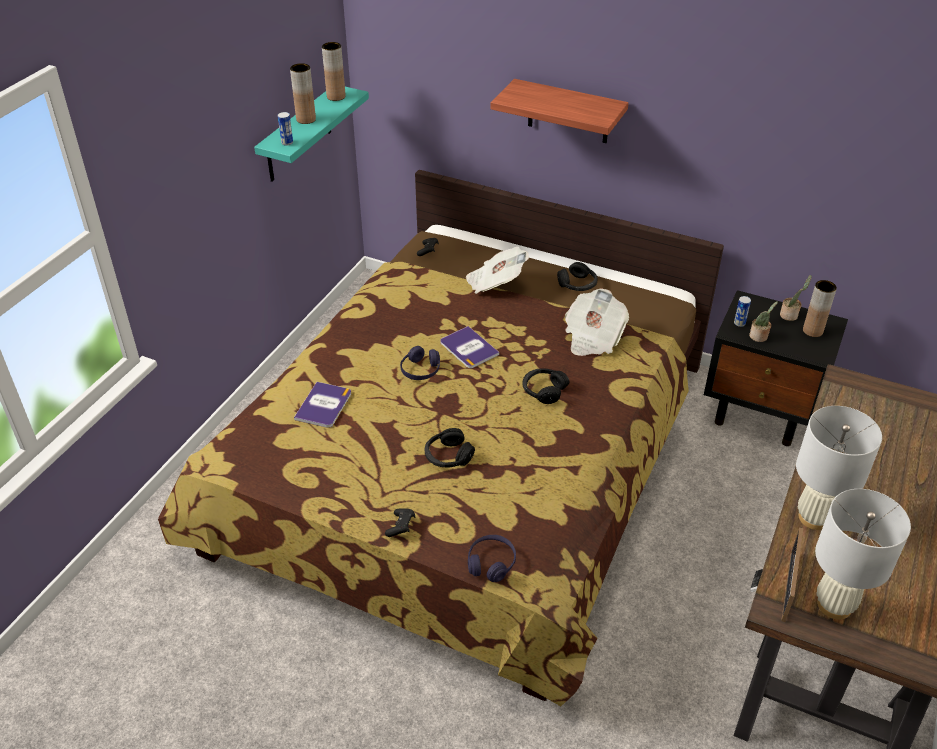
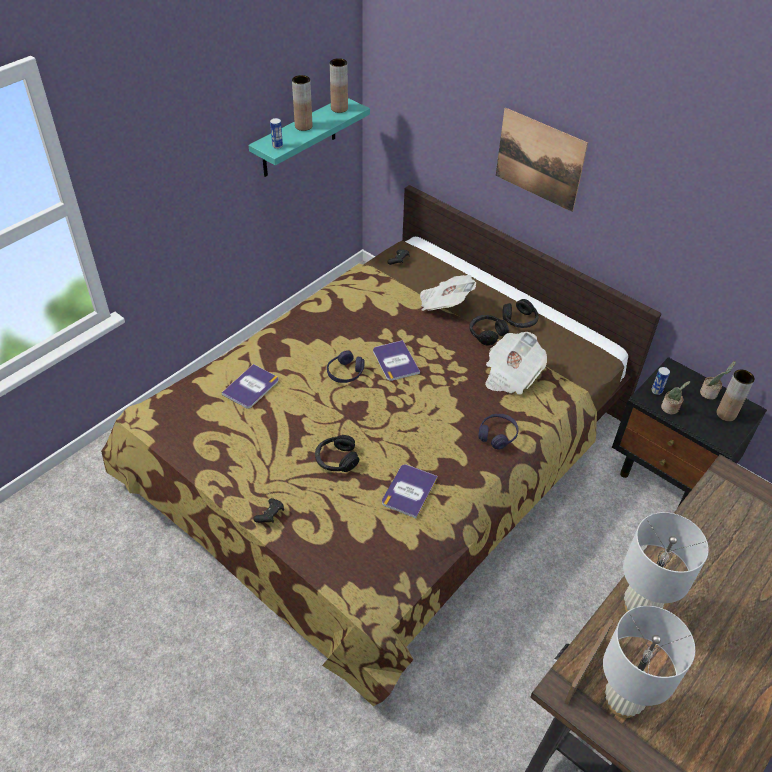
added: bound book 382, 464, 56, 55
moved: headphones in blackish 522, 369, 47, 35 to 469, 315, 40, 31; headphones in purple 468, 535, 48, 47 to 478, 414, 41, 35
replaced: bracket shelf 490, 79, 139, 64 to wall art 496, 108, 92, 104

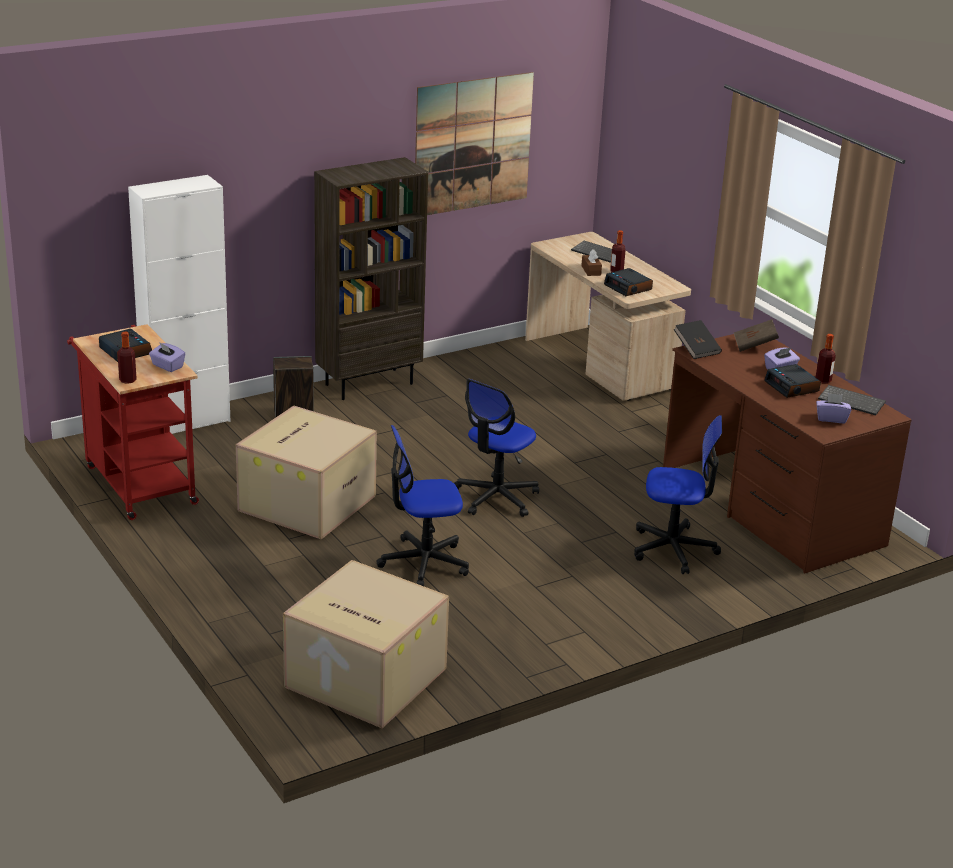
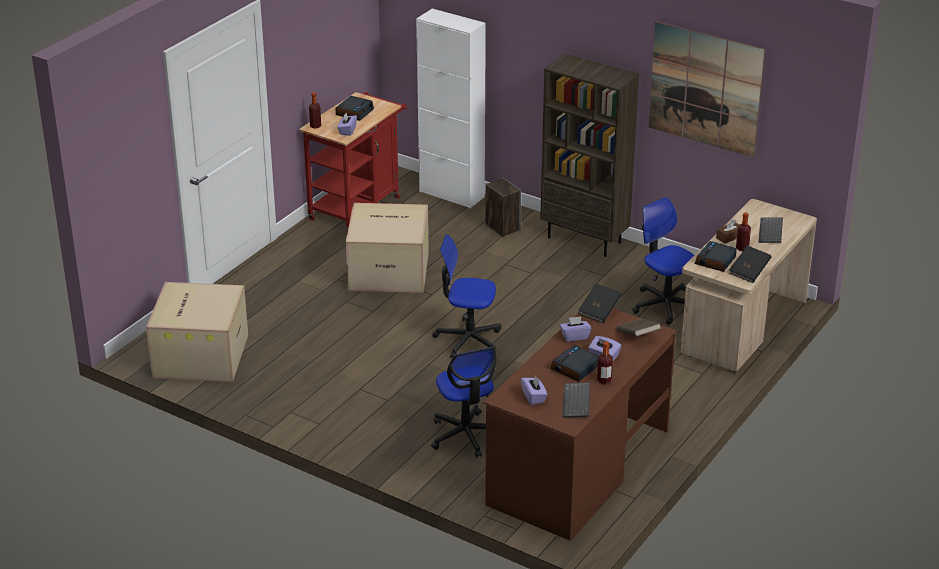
added: tissue box in purple 560, 316, 31, 26; bound book in blackish 729, 245, 43, 38
moved: office chair 376, 425, 93, 161 to 632, 197, 62, 128

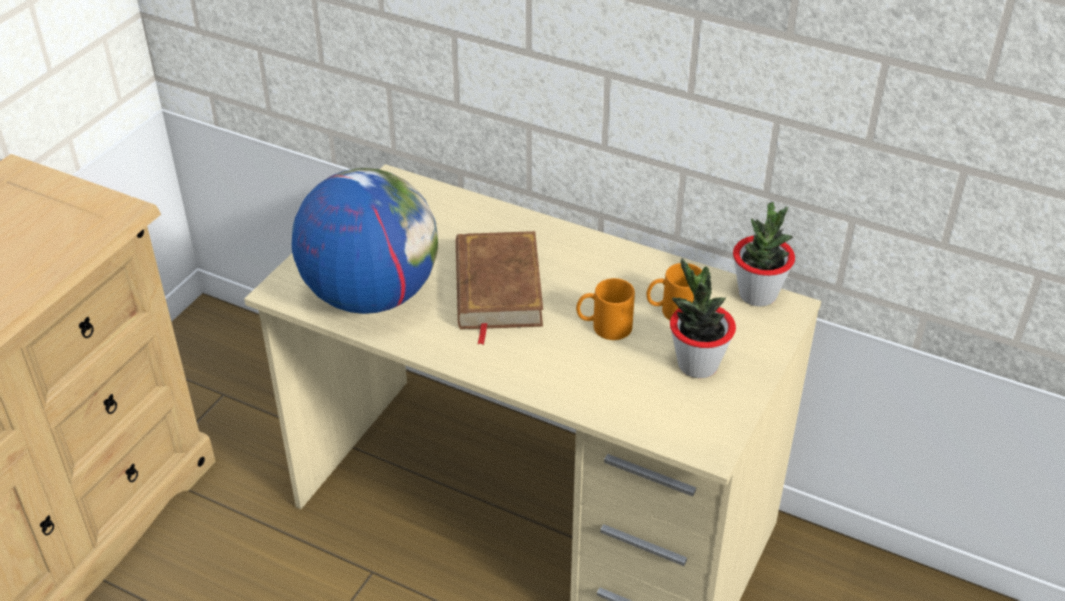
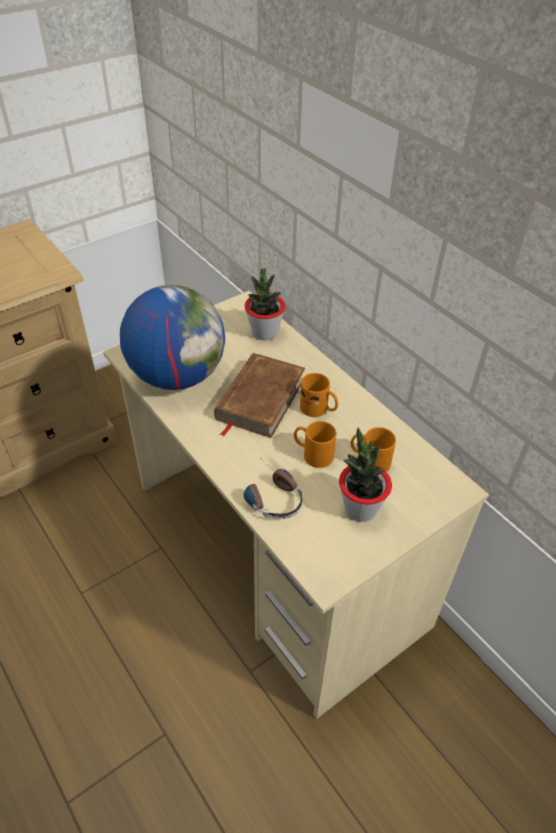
added: headphones 243, 460, 60, 59; coffee mug in orange-coloured 300, 373, 38, 44
moved: potted plant 733, 202, 62, 105 to 245, 269, 40, 71

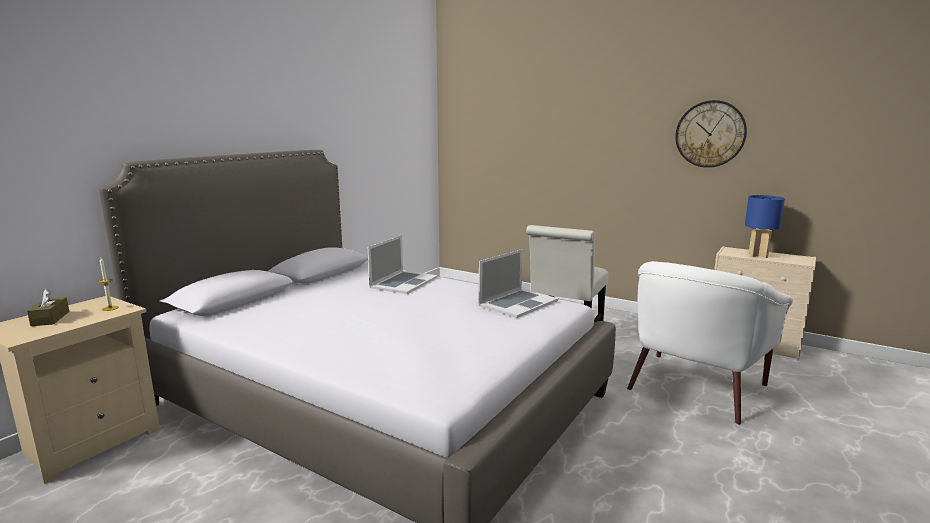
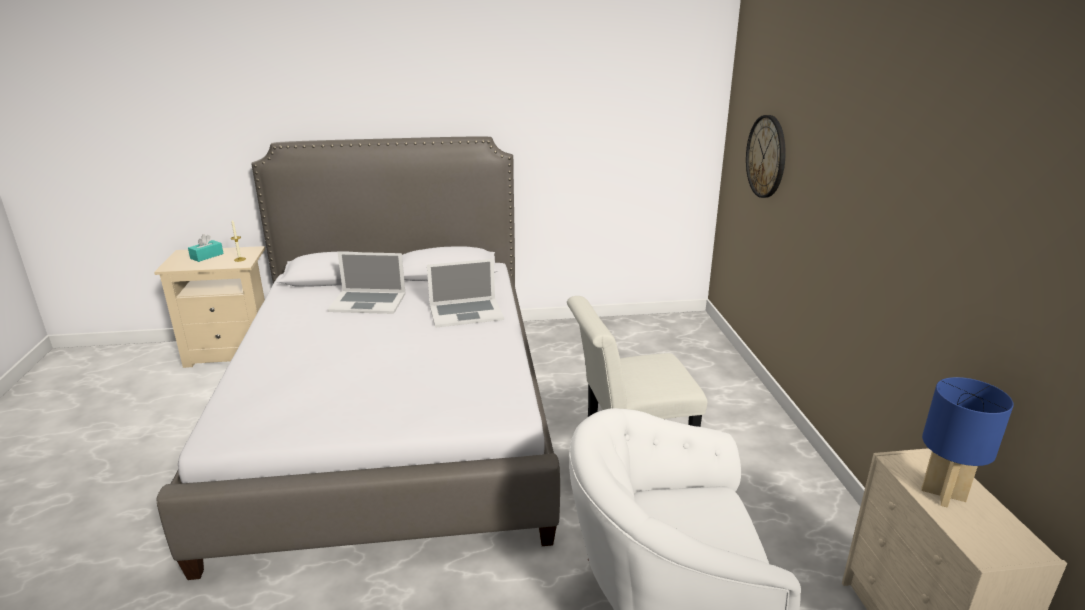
moved: portable computer 479, 249, 79, 69 to 327, 252, 79, 62; hanging clock 675, 100, 72, 68 to 746, 115, 40, 83
recoloured: tissue box in brown-coloured 27, 288, 42, 38 to tissue box in blue-green 188, 234, 36, 28

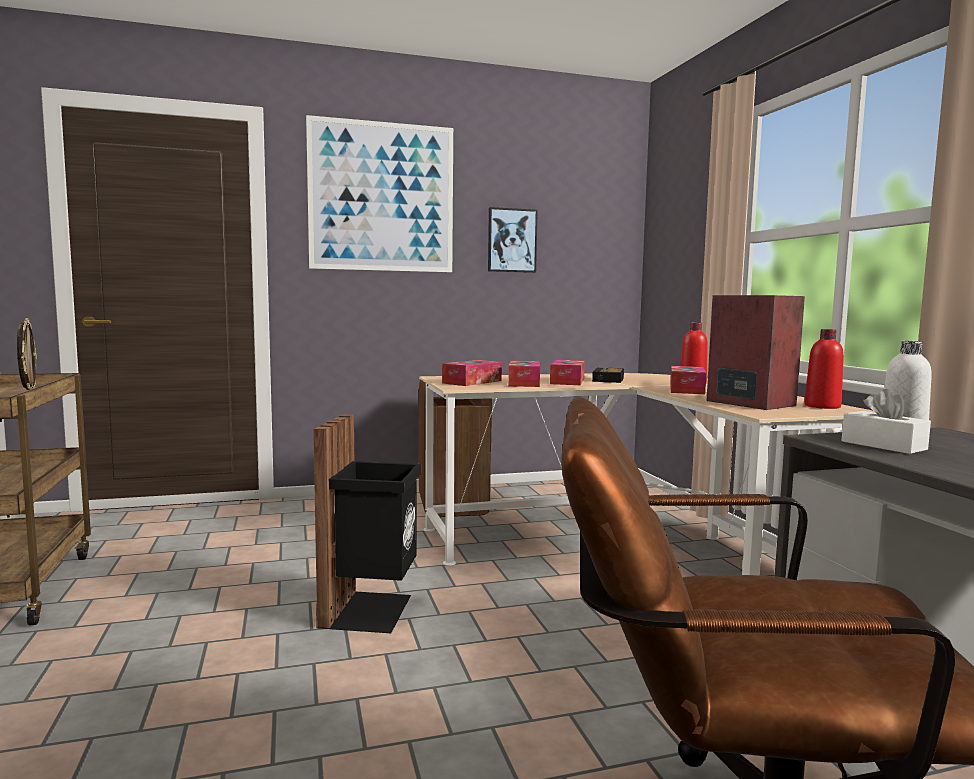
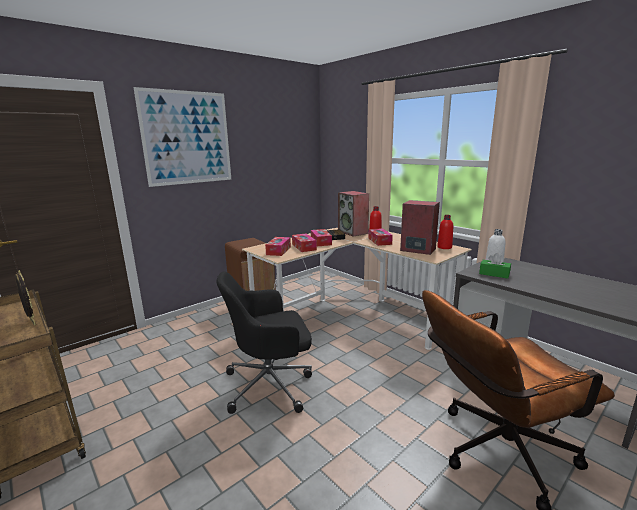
removed: wall art 488, 207, 50, 66
added: loudspeaker 338, 191, 31, 46
replaced: waste bin in blackish 313, 414, 108, 219 to office chair in blackish 216, 271, 96, 143
recoloured: tissue box in white 841, 389, 90, 65 to tissue box in green 479, 253, 32, 26

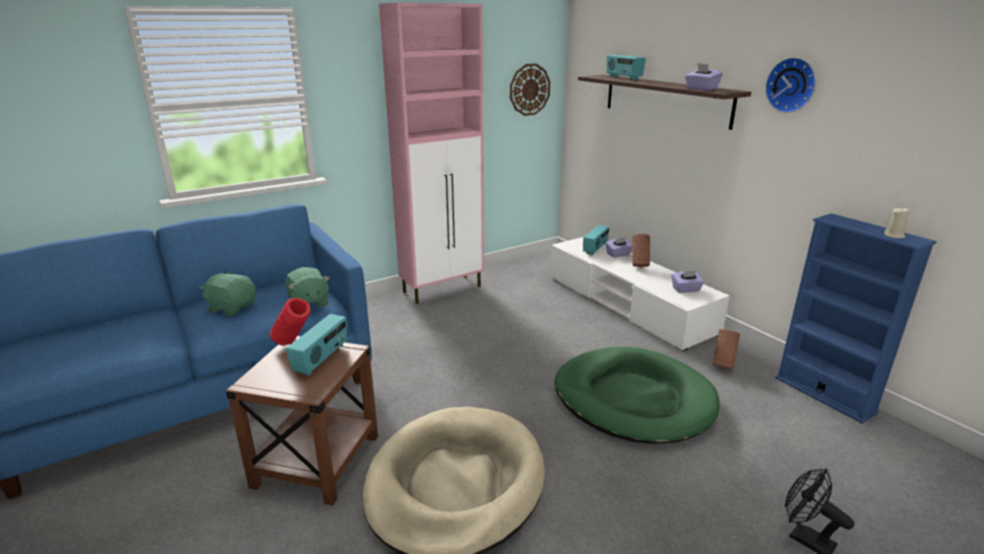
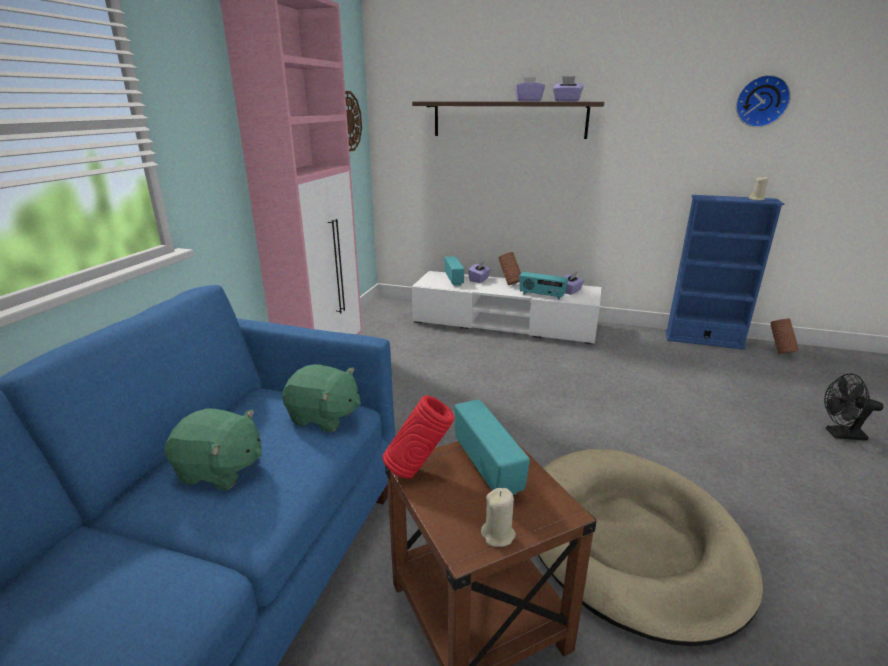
removed: pet bed in green 554, 347, 166, 97
added: candle in beige 481, 488, 35, 59; tissue box in purple 515, 77, 30, 24
moved: radio set 607, 55, 39, 25 to 519, 272, 49, 28; hanging clock 765, 57, 51, 56 to 736, 75, 55, 52; decorative vase in brown-coloured 713, 329, 27, 40 to 770, 318, 29, 36
turned: cuddly toy in green 200, 271, 56, 45 = 164, 408, 98, 82 150 degrees counterclockwise

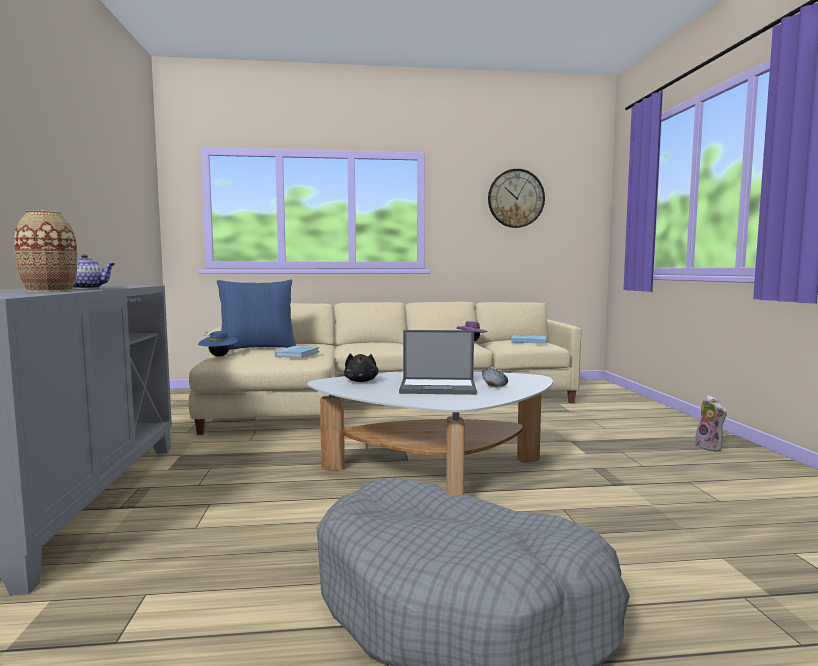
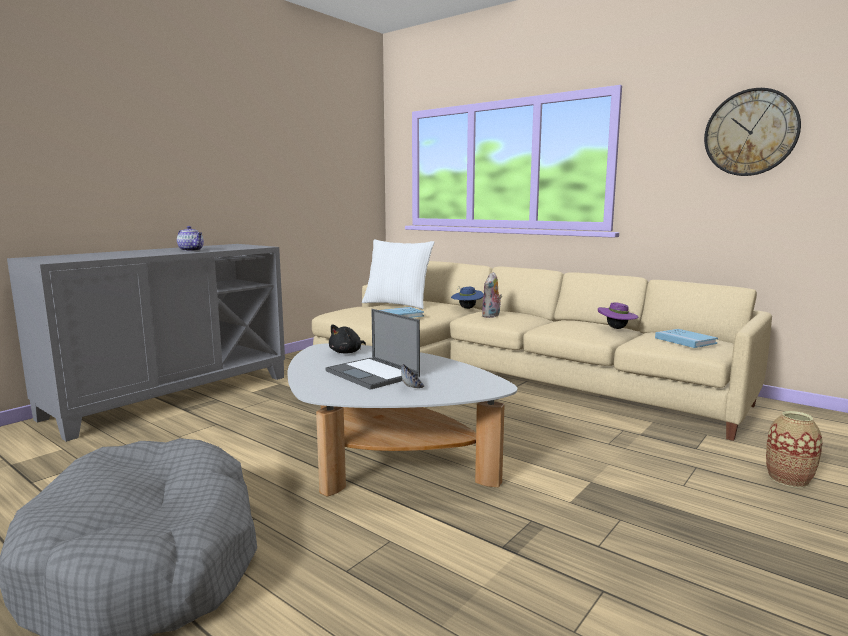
moved: clothing hat in blue-coloured 198, 331, 40, 26 to 451, 286, 33, 23; cuddly toy 695, 395, 32, 57 to 482, 272, 20, 46; decorative vase 14, 210, 64, 82 to 766, 411, 56, 77
recoloured: pillow in blue-coloured 217, 280, 79, 70 to pillow in white 362, 239, 72, 70

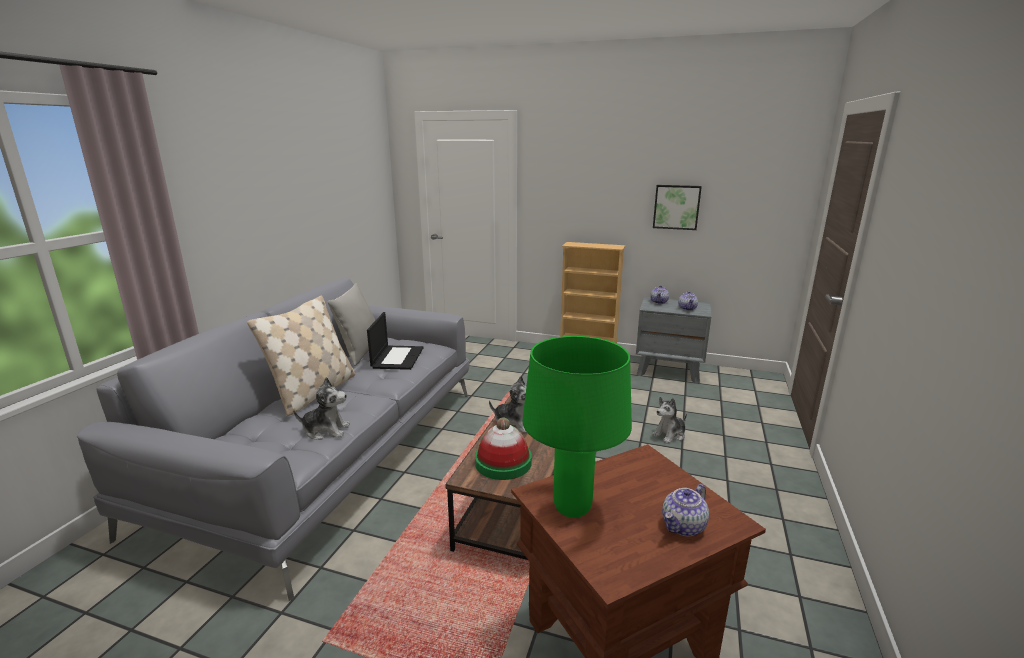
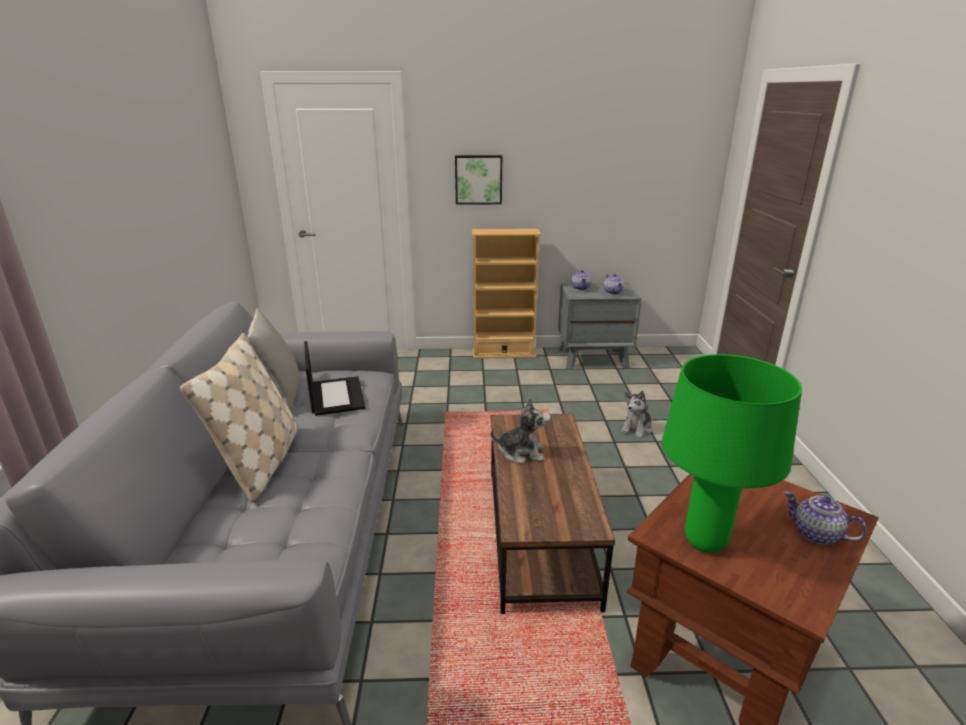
removed: cuddly toy 293, 377, 57, 63; clothing hat 475, 417, 57, 63
moved: wall art 653, 185, 49, 45 to 455, 155, 47, 50
turned: tea pot 662, 484, 47, 52 = 784, 491, 83, 54 105 degrees clockwise

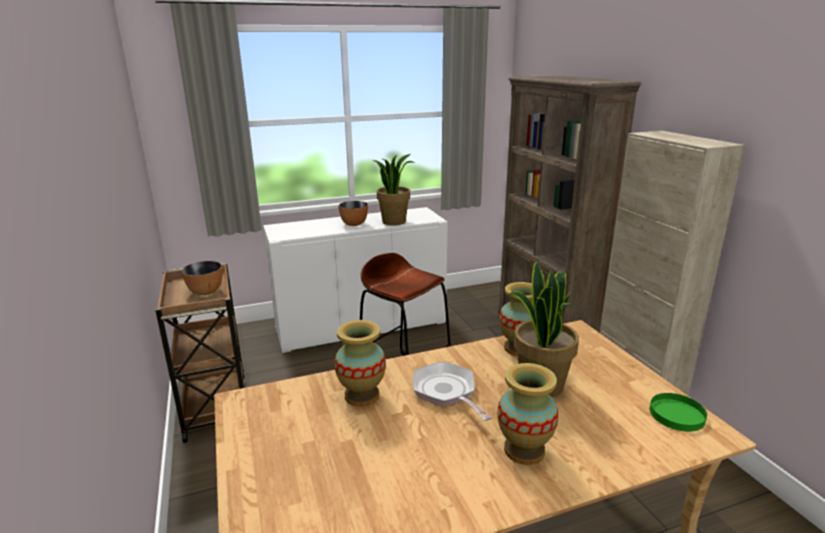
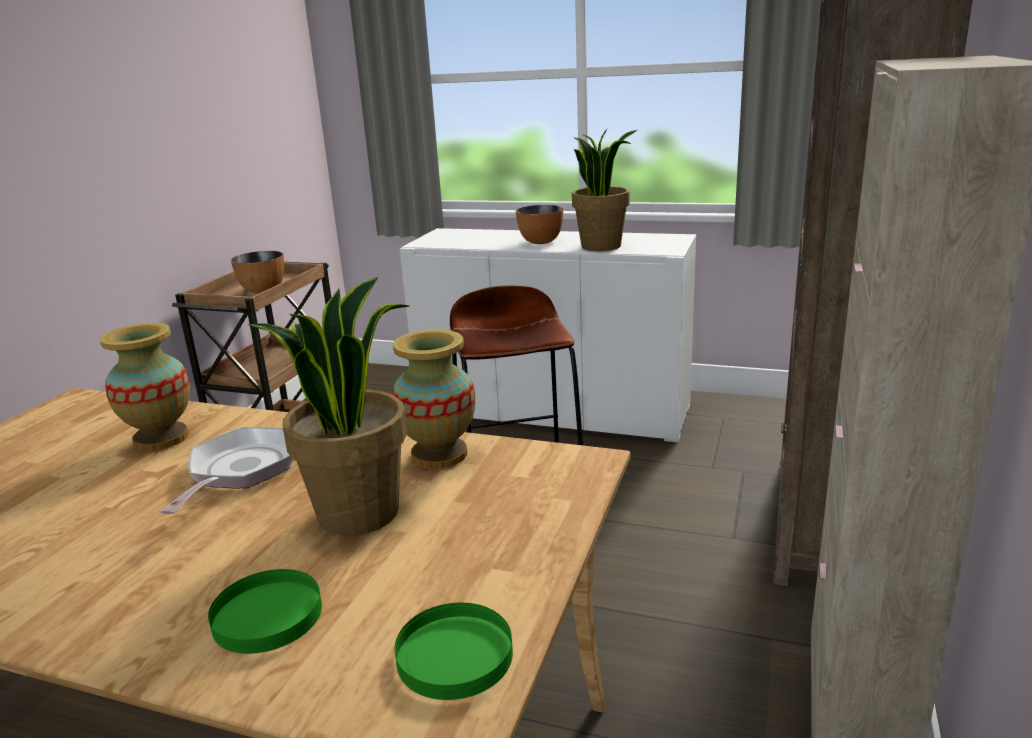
removed: decorative vase 497, 363, 61, 102
added: dinner plate in green 208, 569, 114, 85

